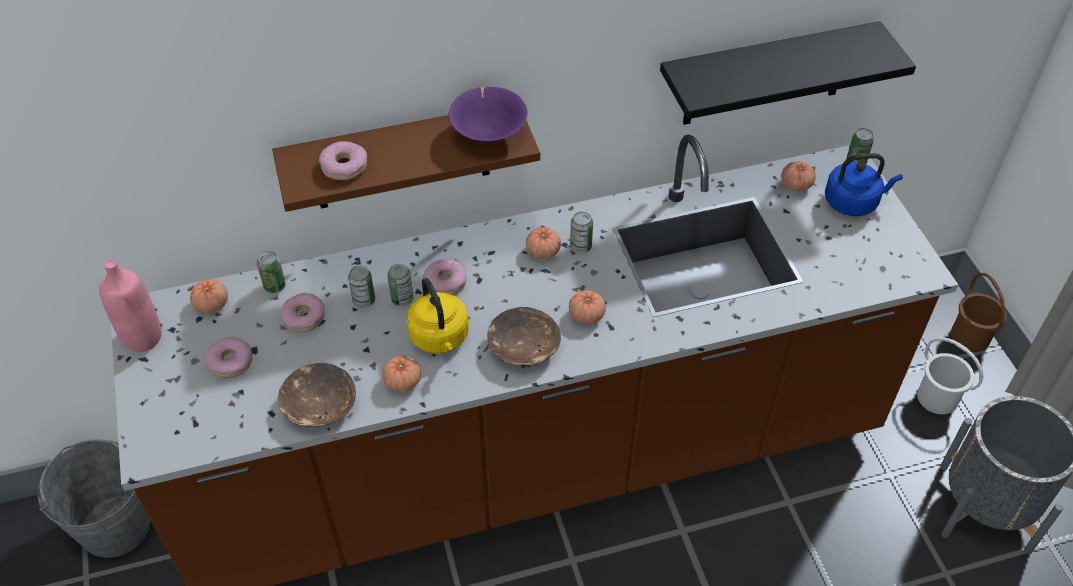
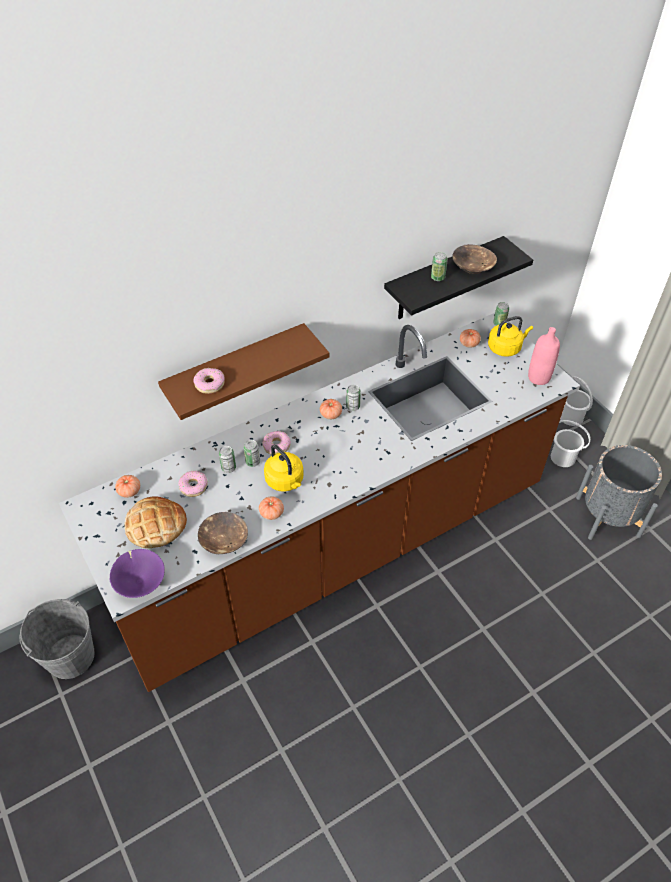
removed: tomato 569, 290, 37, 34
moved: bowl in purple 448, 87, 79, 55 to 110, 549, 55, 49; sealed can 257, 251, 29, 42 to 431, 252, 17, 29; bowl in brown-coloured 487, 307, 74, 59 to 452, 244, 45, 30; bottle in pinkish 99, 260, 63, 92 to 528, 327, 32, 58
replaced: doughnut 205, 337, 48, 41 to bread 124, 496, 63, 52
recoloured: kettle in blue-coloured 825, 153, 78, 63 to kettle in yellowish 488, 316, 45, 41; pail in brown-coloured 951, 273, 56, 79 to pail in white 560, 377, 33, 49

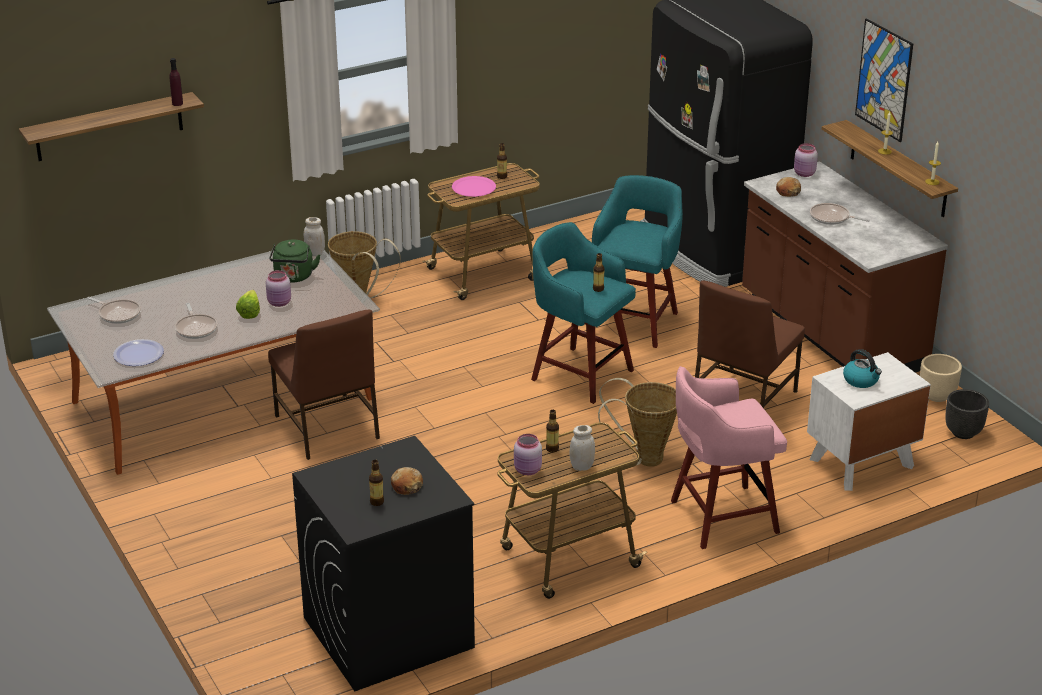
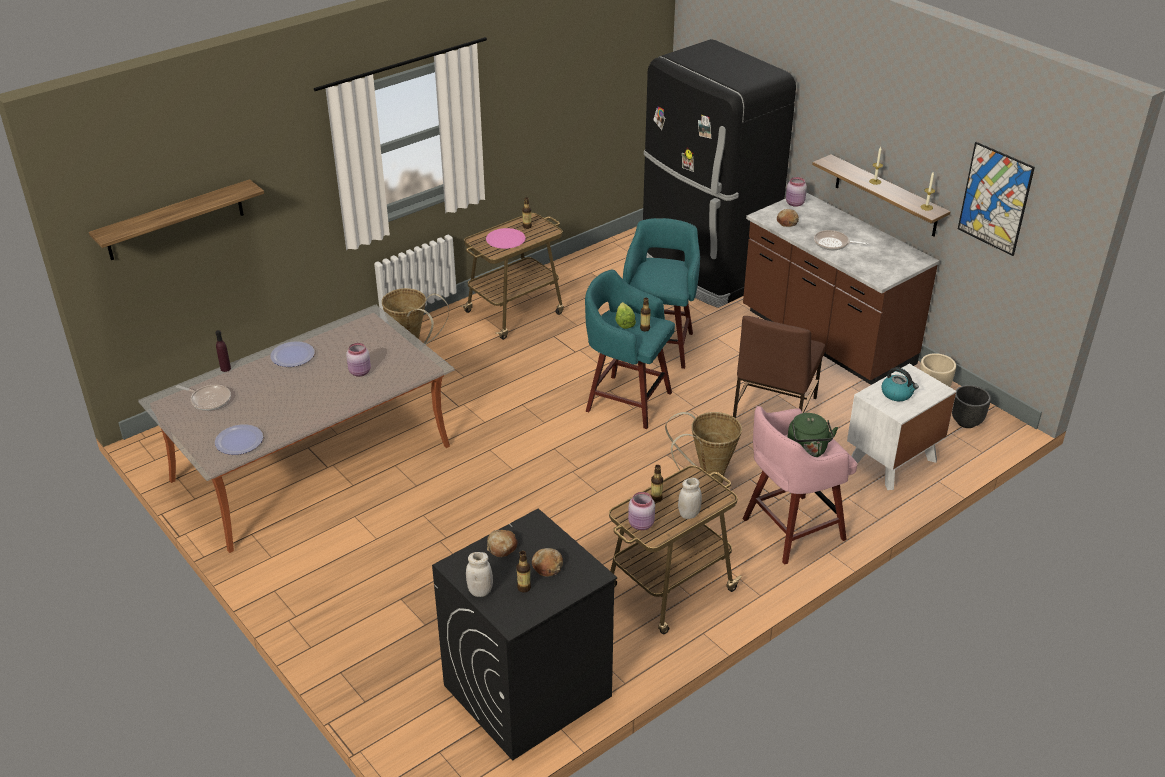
removed: skillet 175, 303, 43, 36; chair in brown-coloured 268, 310, 112, 150
added: dinner plate 270, 341, 45, 26; bread 487, 530, 31, 27
moved: bottle in purple 169, 58, 14, 48 to 215, 330, 16, 42; jar in white 304, 217, 21, 39 to 466, 552, 27, 45; lettuce head 236, 290, 24, 29 to 615, 302, 21, 27; kettle in green 269, 240, 52, 43 to 788, 413, 50, 44; wall art 855, 18, 58, 124 to 958, 142, 77, 114

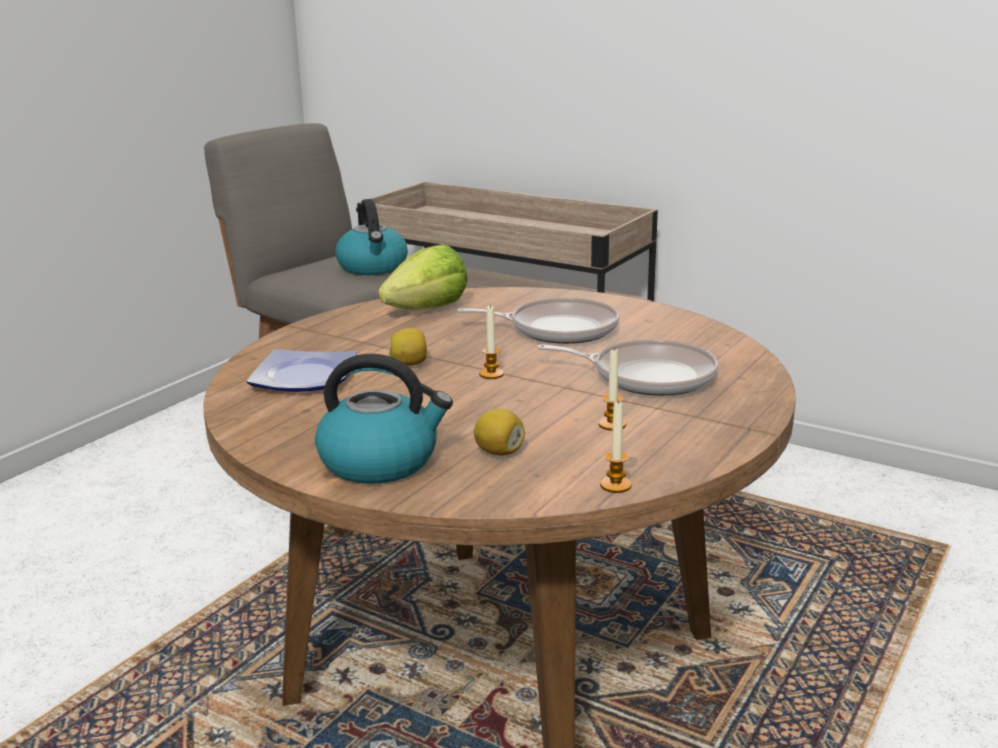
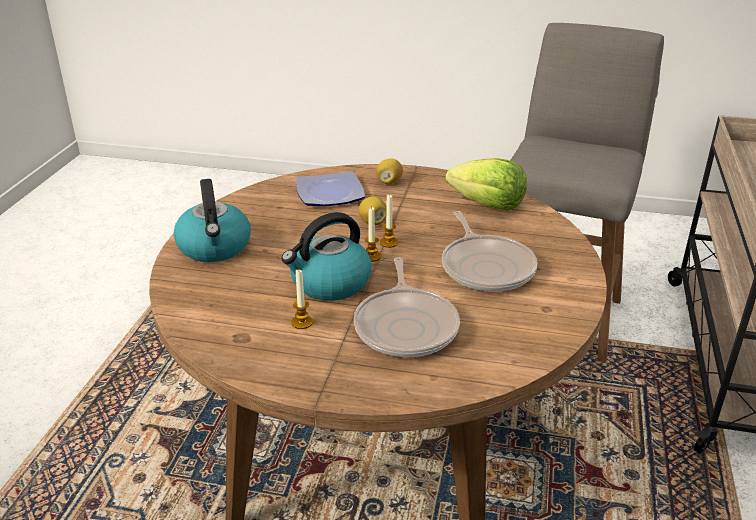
moved: kettle 336, 199, 72, 76 to 281, 212, 91, 89; whole lemon 474, 409, 51, 46 to 376, 159, 27, 25; candle 600, 400, 32, 93 to 380, 194, 18, 54

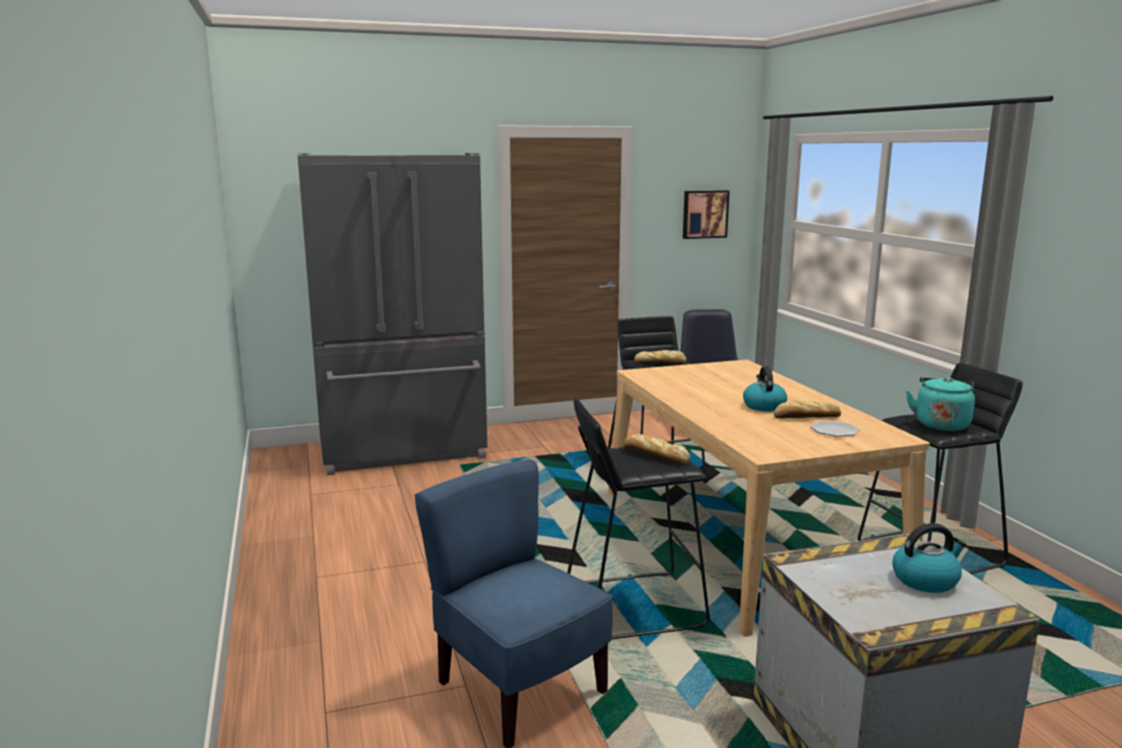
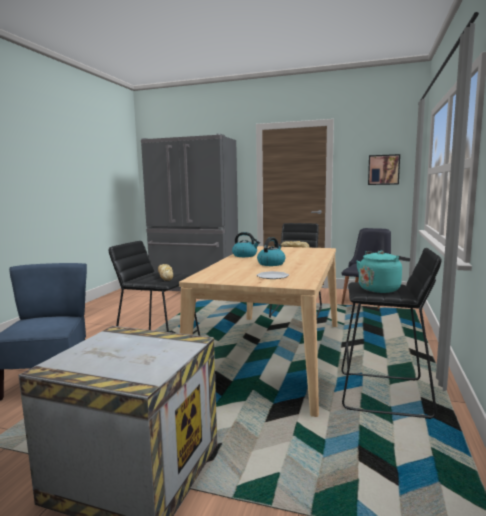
removed: bread 774, 401, 67, 17
moved: kettle 892, 523, 75, 70 to 232, 232, 28, 25

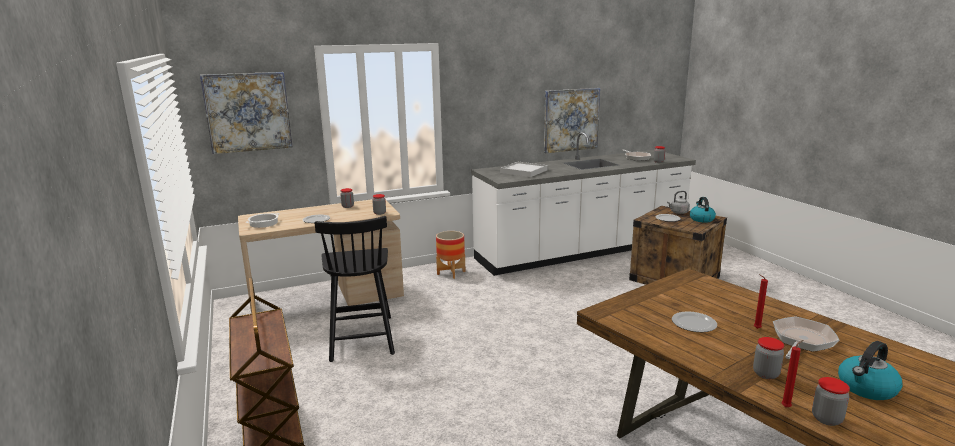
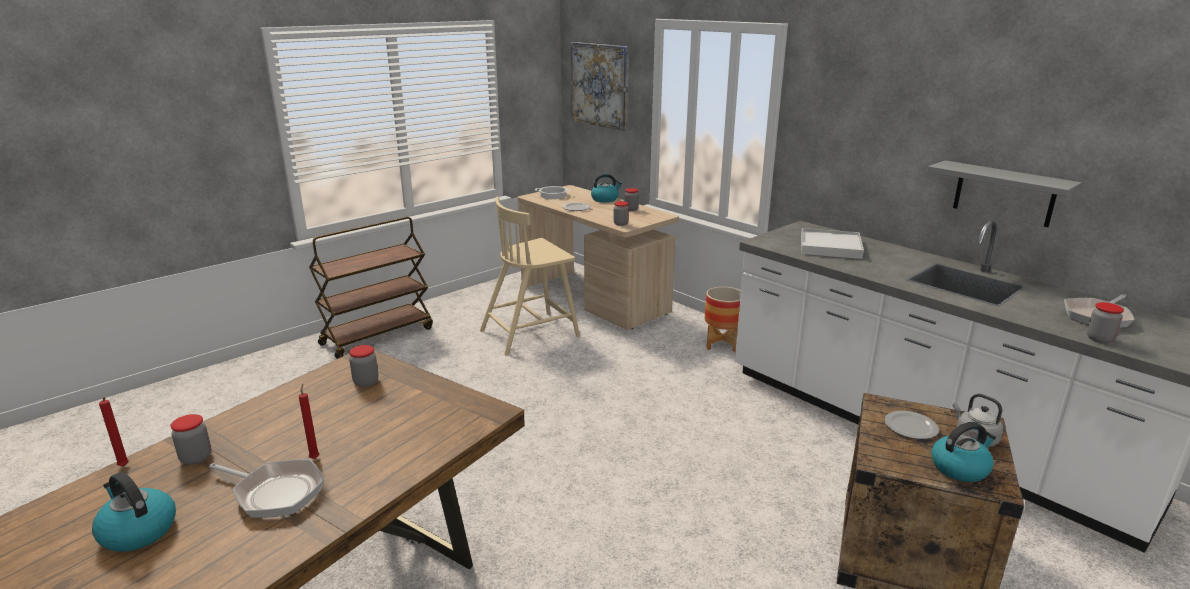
removed: dinner plate 672, 311, 45, 21
added: kettle 591, 174, 31, 28
moved: jar 812, 377, 38, 49 to 349, 345, 29, 42
replaced: wall art 544, 88, 56, 65 to bracket shelf in gray 927, 160, 155, 67
recoloured: chair in blackish 315, 216, 80, 146 to chair in beige 480, 197, 100, 159

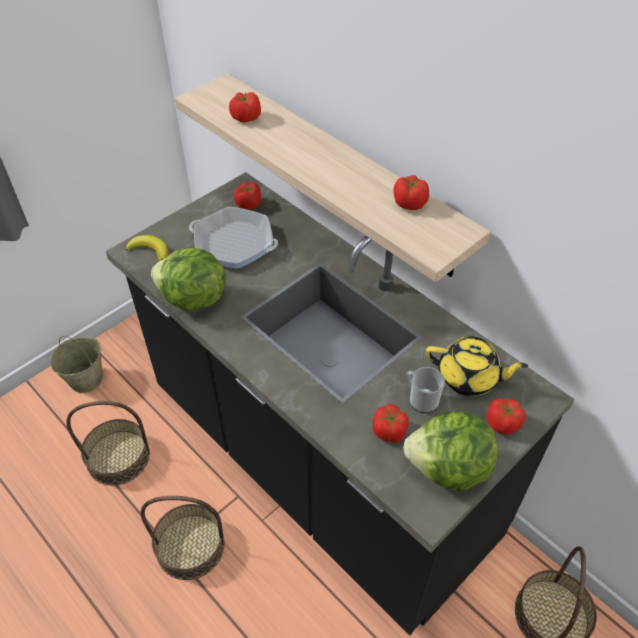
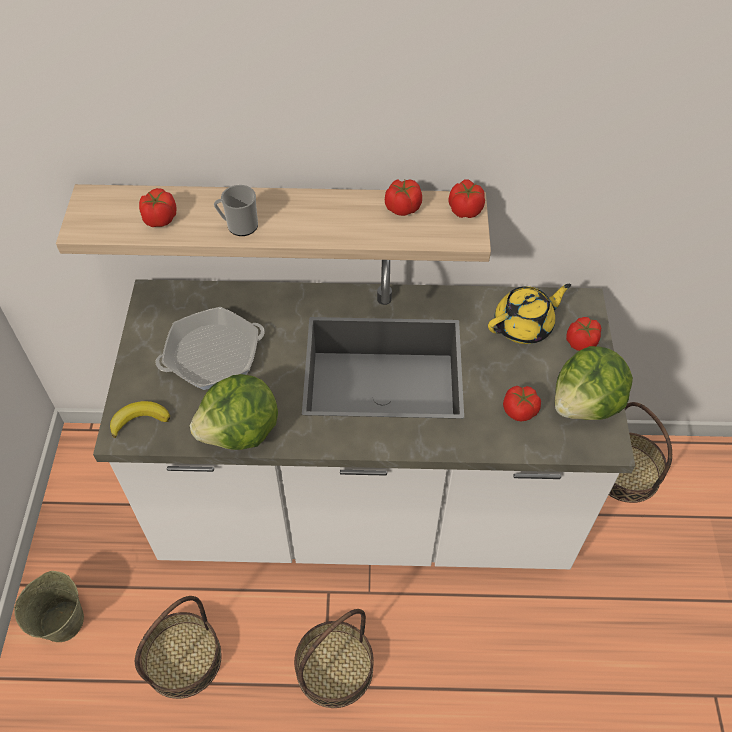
moved: coffee mug 407, 367, 38, 46 to 214, 185, 44, 51; tomato 234, 182, 27, 28 to 449, 179, 36, 39
recoloured: kitchen base unit in blackish 106, 172, 468, 463 to kitchen base unit in white 93, 260, 542, 309

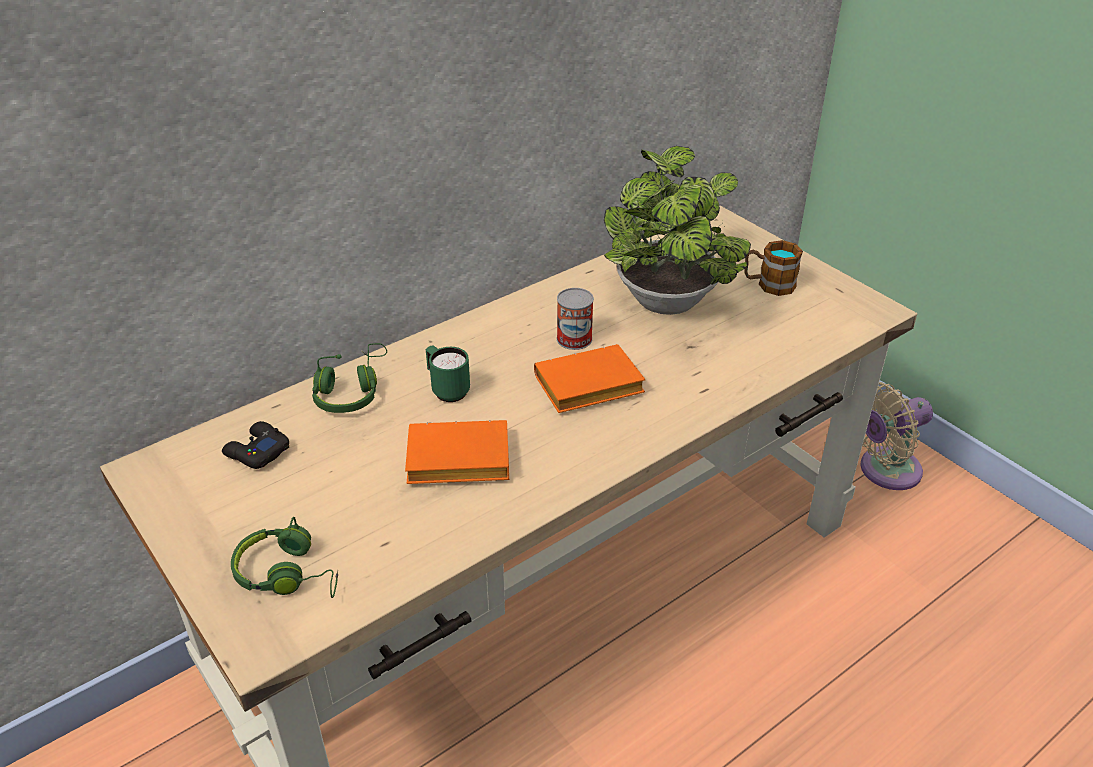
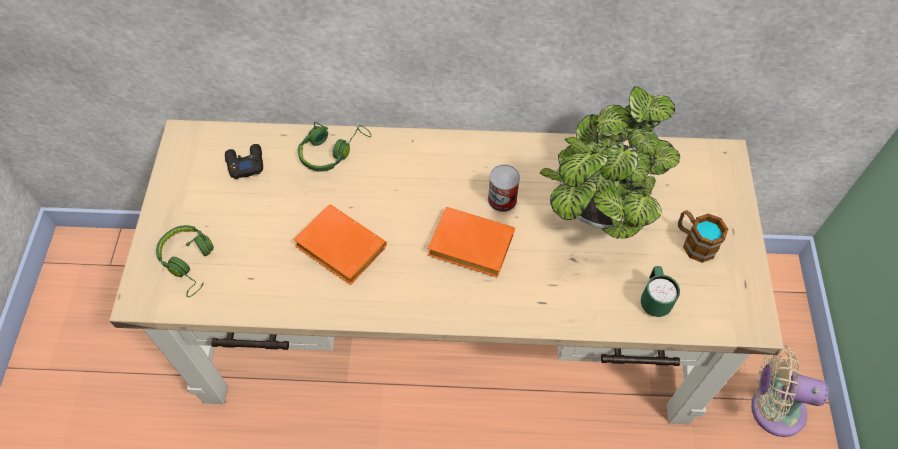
moved: coffee mug in green 426, 345, 44, 57 to 641, 266, 39, 51

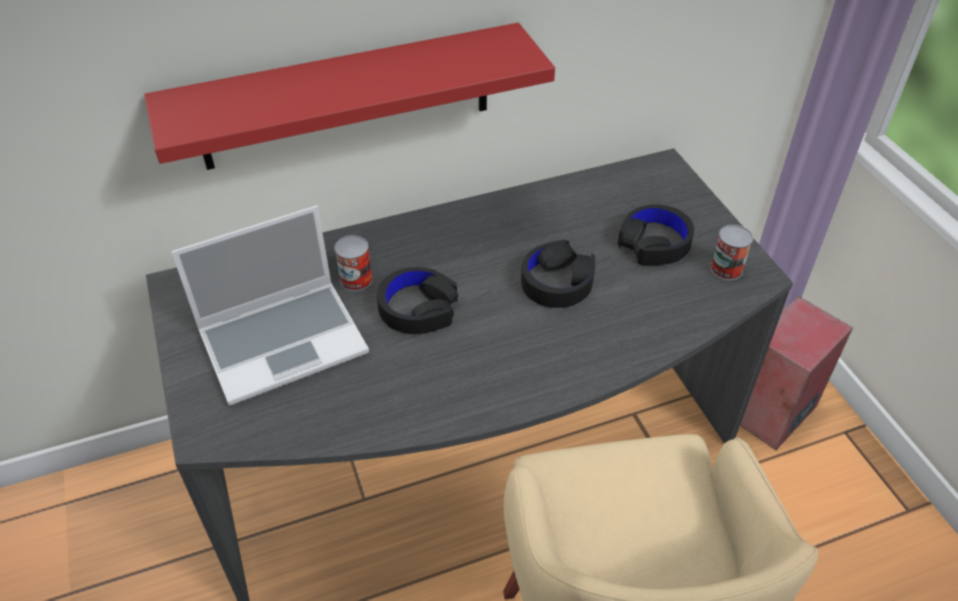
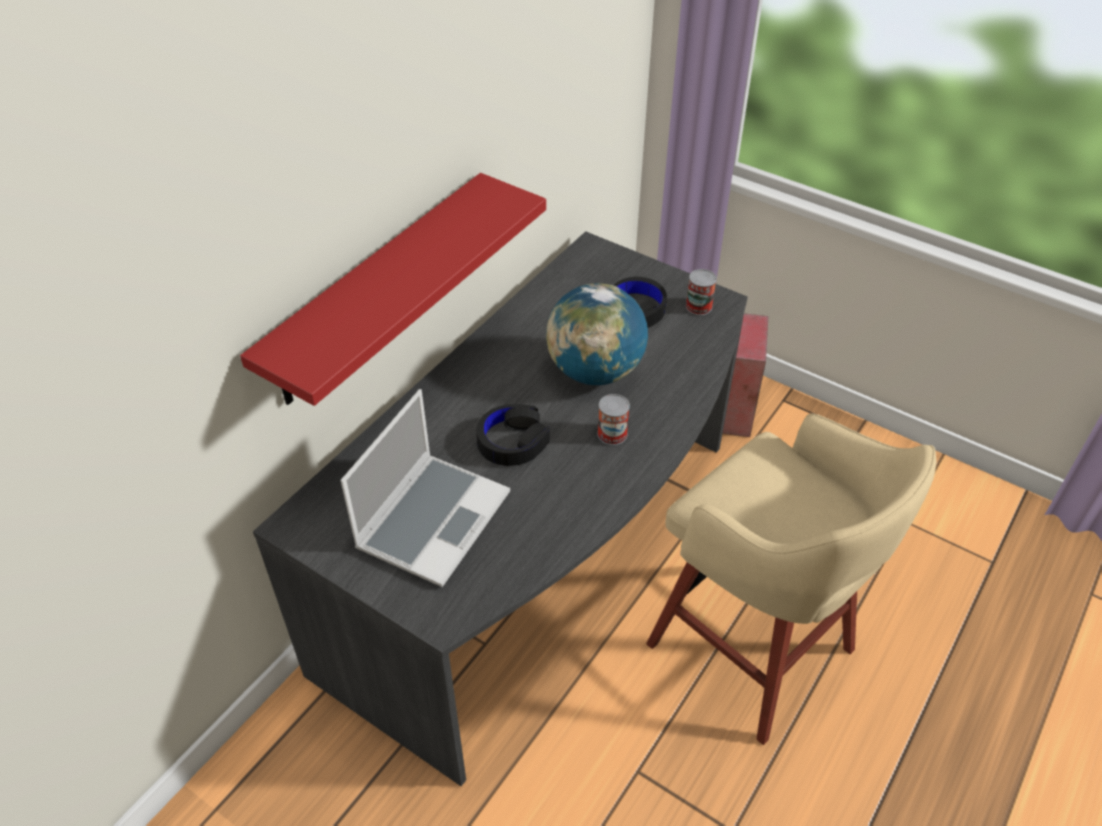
moved: sealed can 335, 235, 37, 56 to 597, 394, 33, 51
replaced: headphones in blackish 521, 240, 74, 68 to globe 546, 283, 102, 102

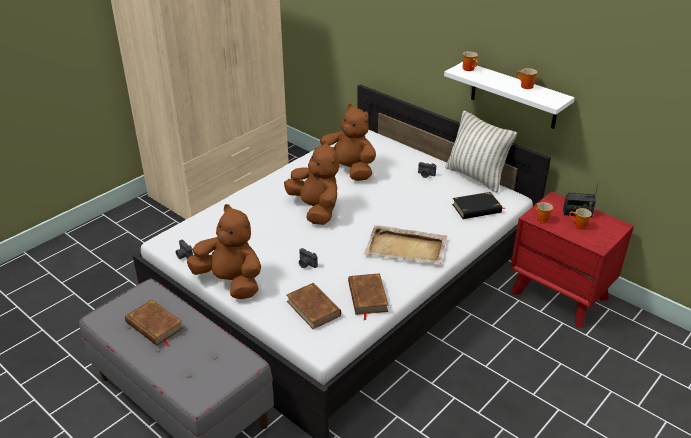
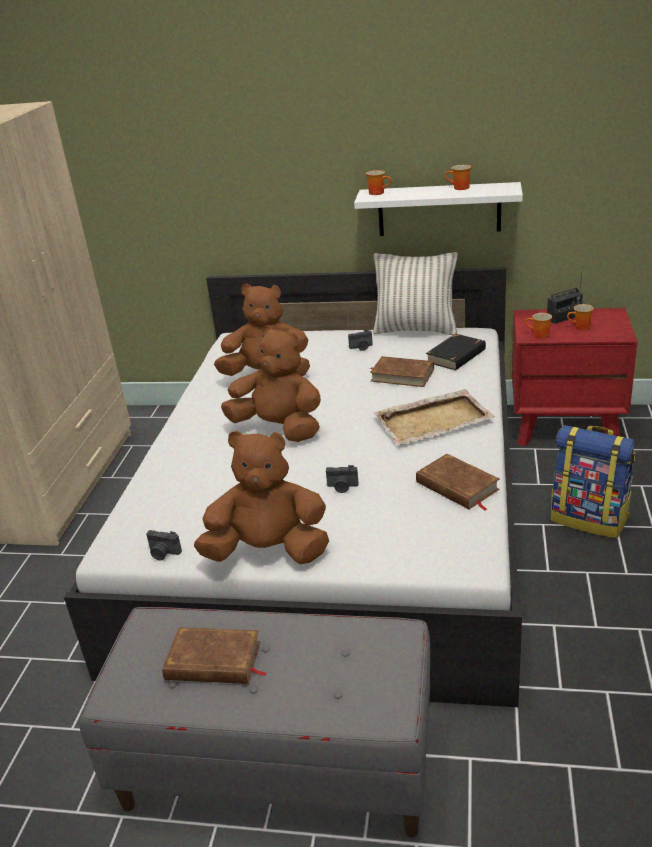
added: backpack 551, 425, 84, 113
moved: bound book in brown-coloured 287, 283, 54, 46 to 370, 356, 64, 31

